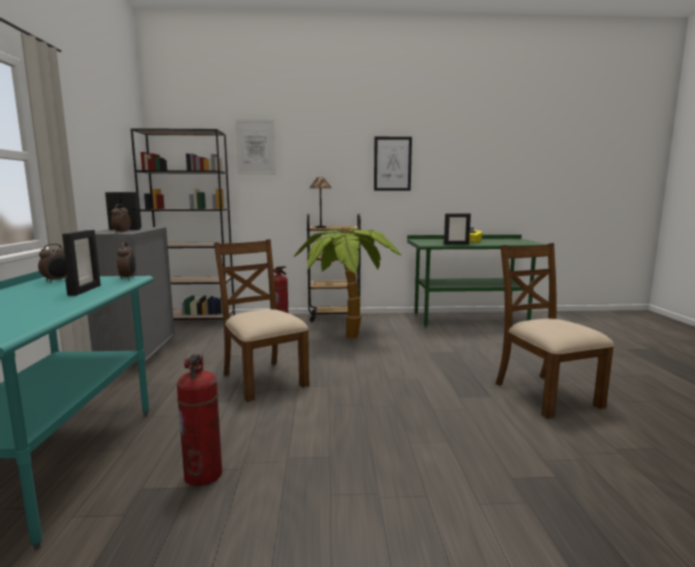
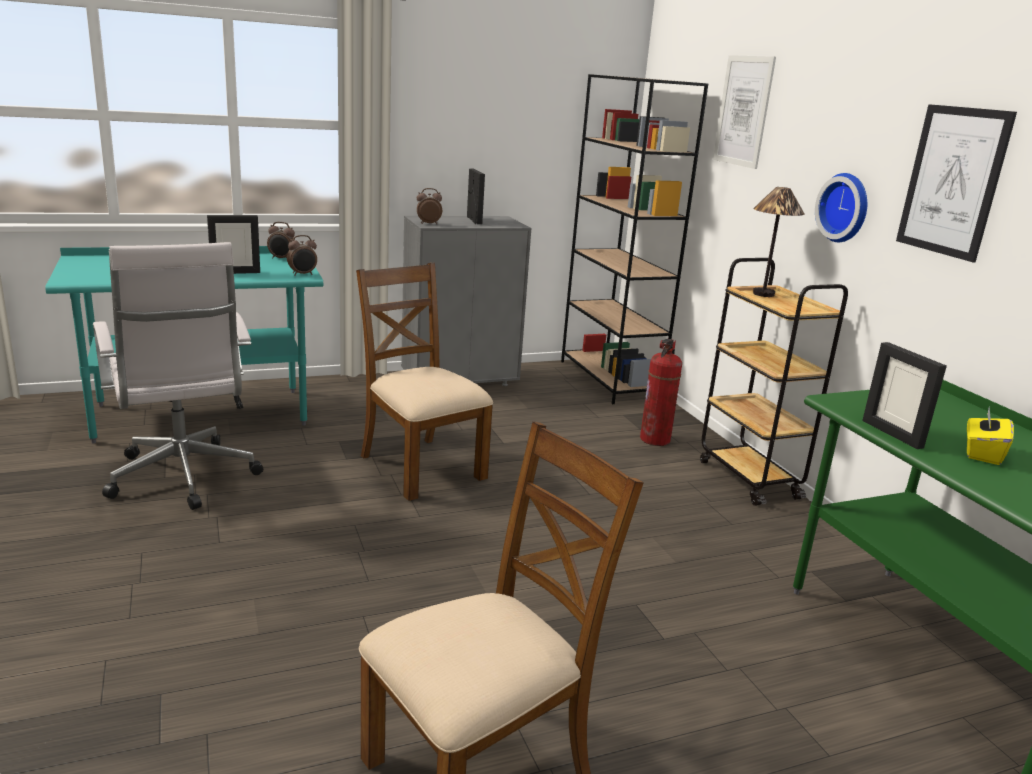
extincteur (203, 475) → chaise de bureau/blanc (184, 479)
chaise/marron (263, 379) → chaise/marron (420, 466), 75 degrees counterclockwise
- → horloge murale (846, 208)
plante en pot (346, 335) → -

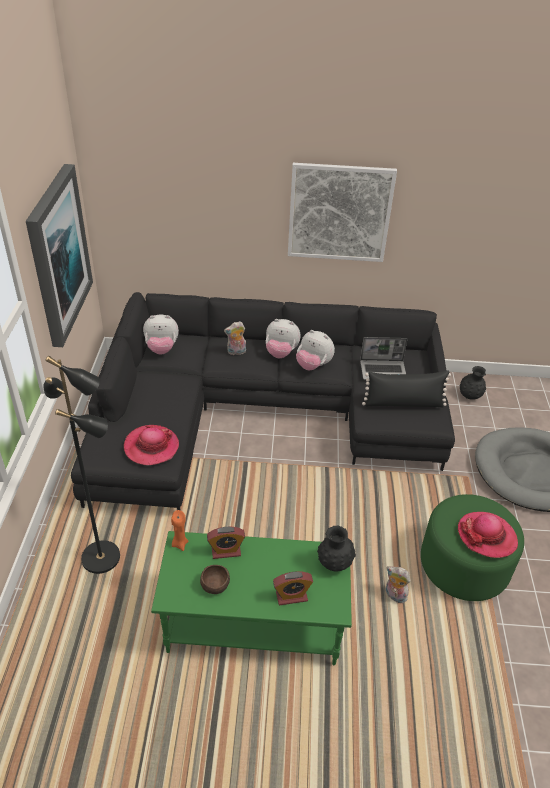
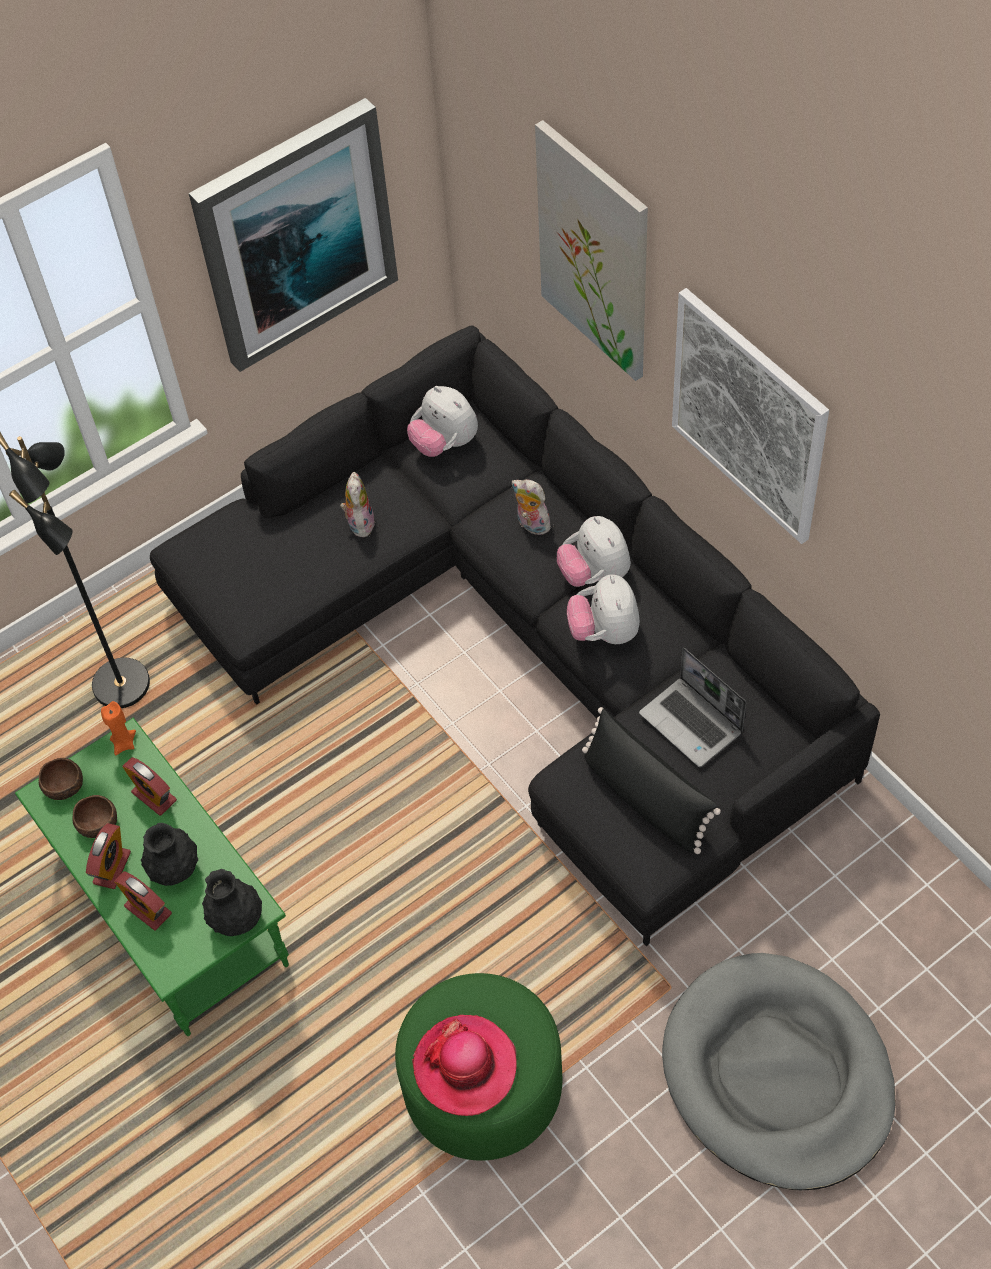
- → bol/marron (65, 786)
- → réveil (112, 868)
vase/noir (470, 396) → vase/noir (174, 869), move
peluche (394, 596) → peluche (359, 522), move
- → tableau (594, 252)
chapeau (151, 447) → -

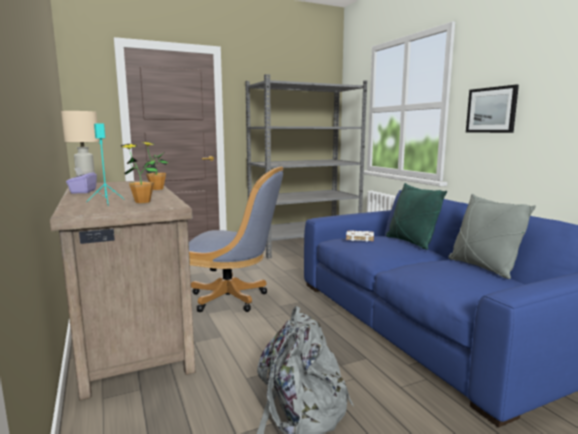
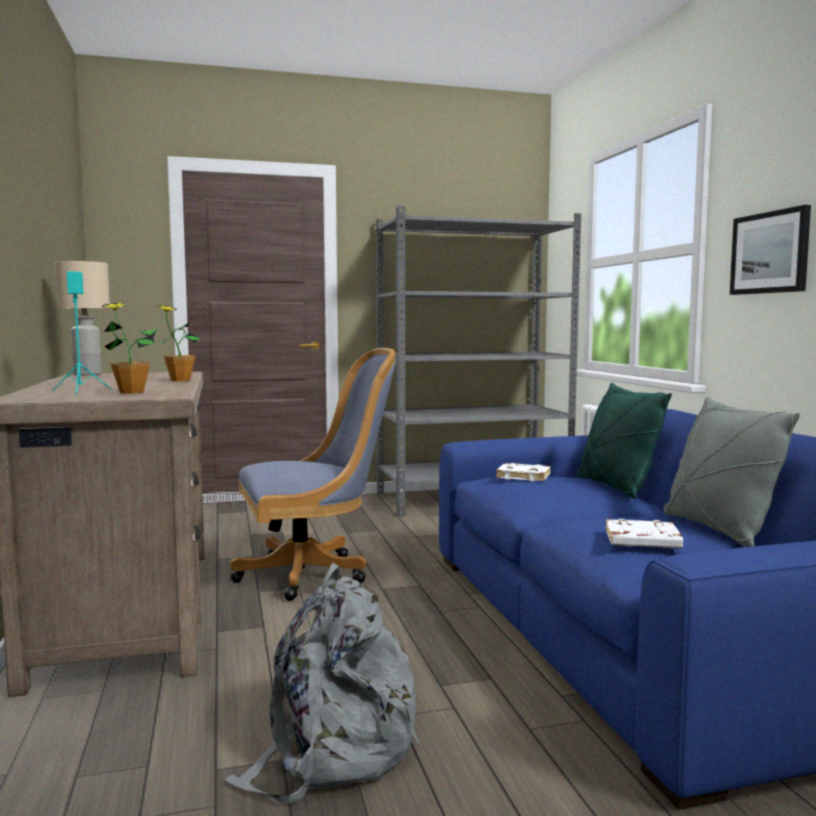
chaise de bureau/bleu (235, 299) → chaise de bureau/bleu (313, 574), 45 degrees counterclockwise
- → livre/blanc (641, 541)
boîte à mouchoirs/violet (83, 191) → -

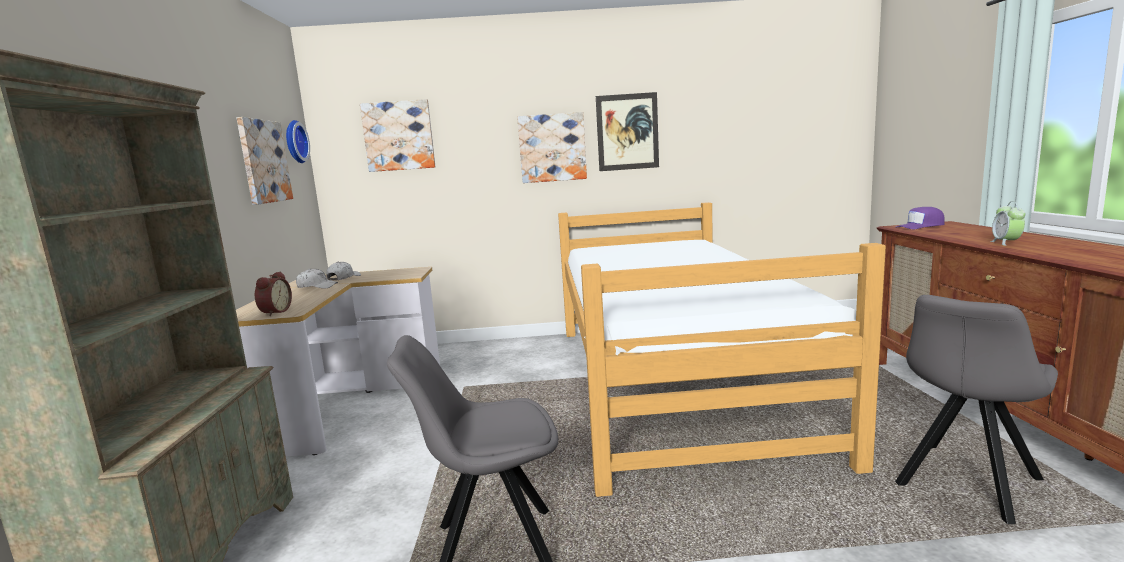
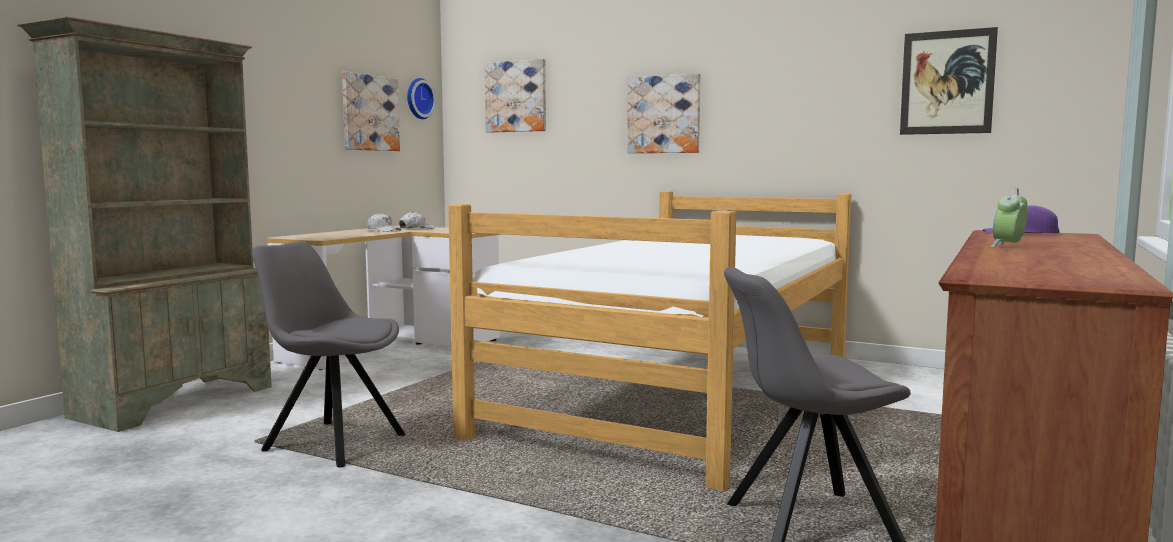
tableau (627, 132) → tableau (947, 82), move
réveil (274, 312) → -

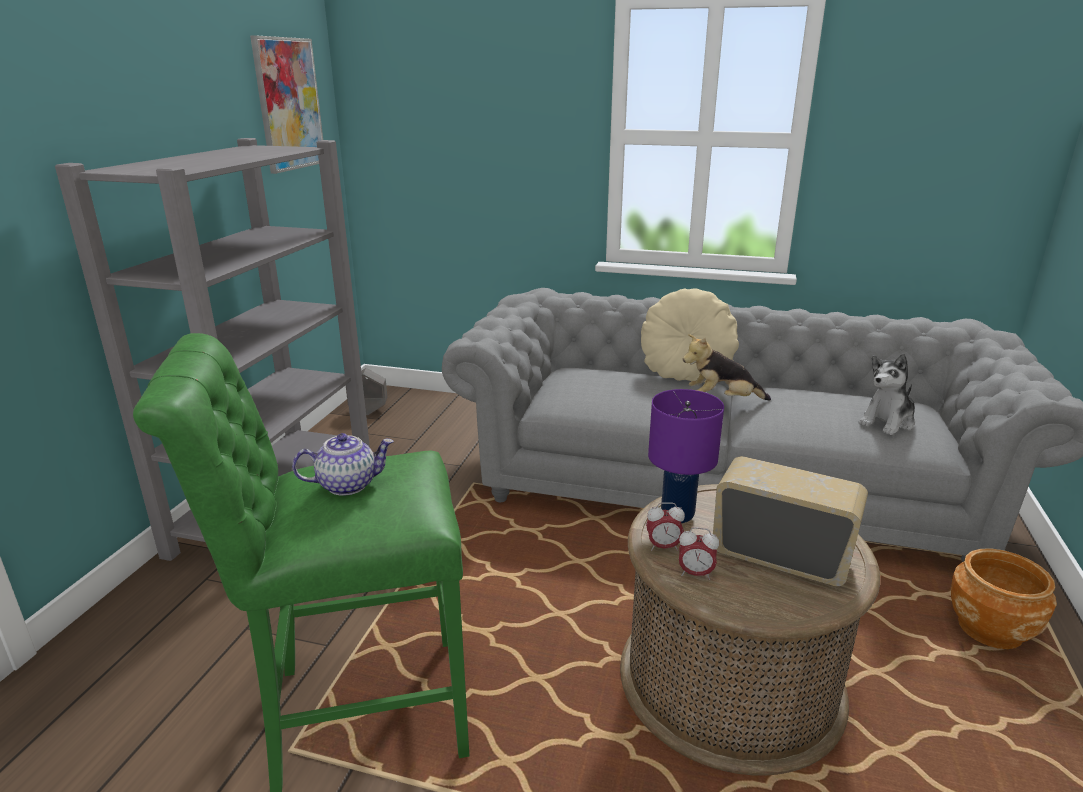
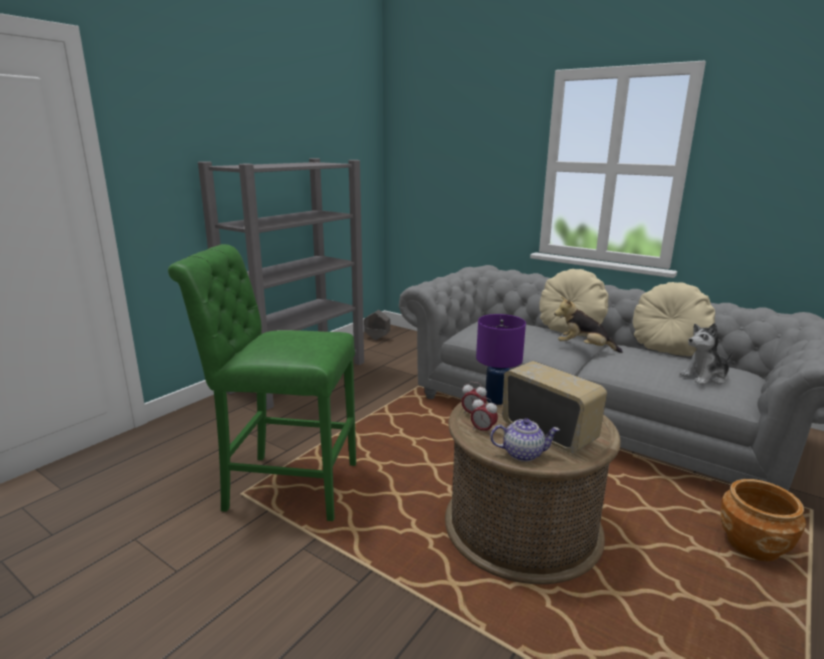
théière (348, 484) → théière (523, 453), move
- → coussin/beige (667, 350)
tableau (289, 104) → -

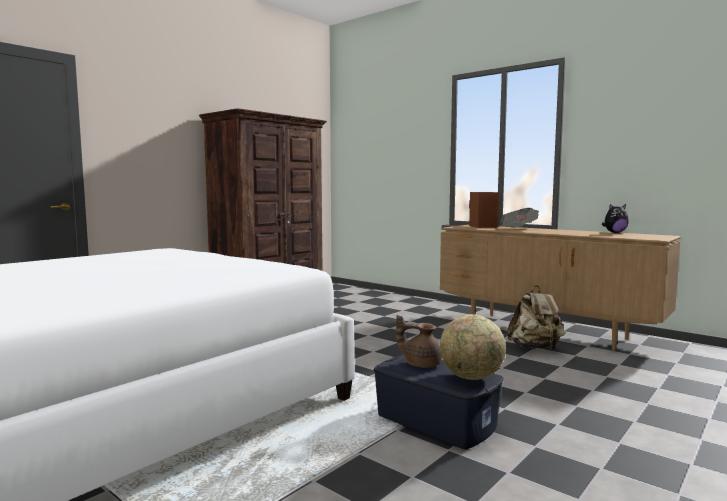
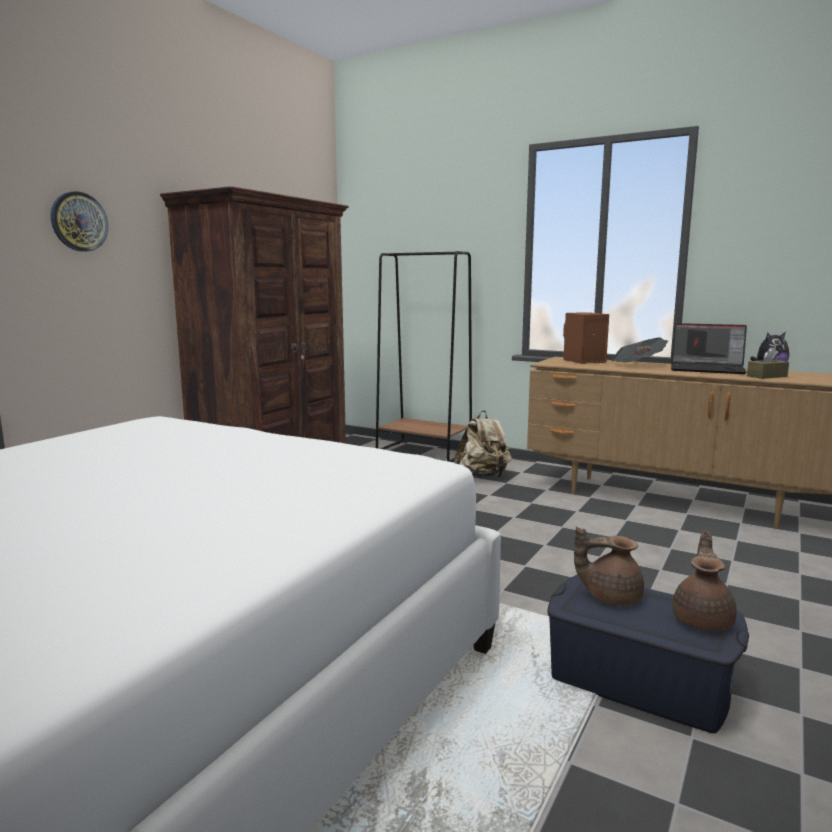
- → horloge murale (79, 222)
- → portant (424, 452)
sac à dos/beige (535, 348) → sac à dos/beige (483, 476), move
- → ordinateur portable (708, 369)
globe (472, 377) → théière/marron (703, 619)
- → boîte à mouchoirs/marron (767, 376)

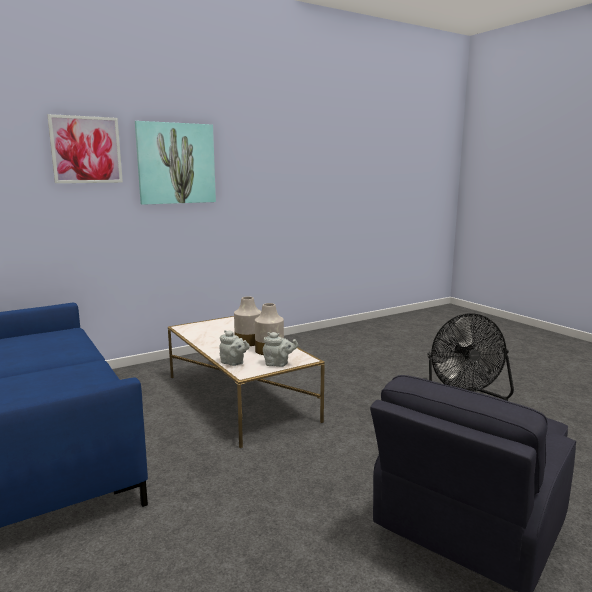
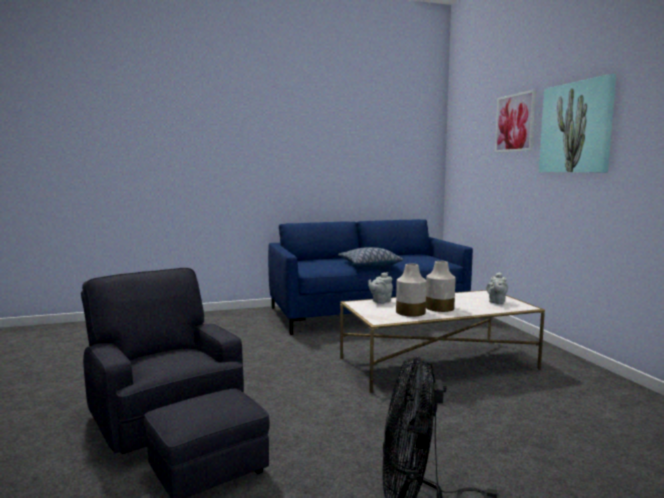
- → coussin (369, 265)
théière/gris (278, 364) → théière/gris (496, 302), move

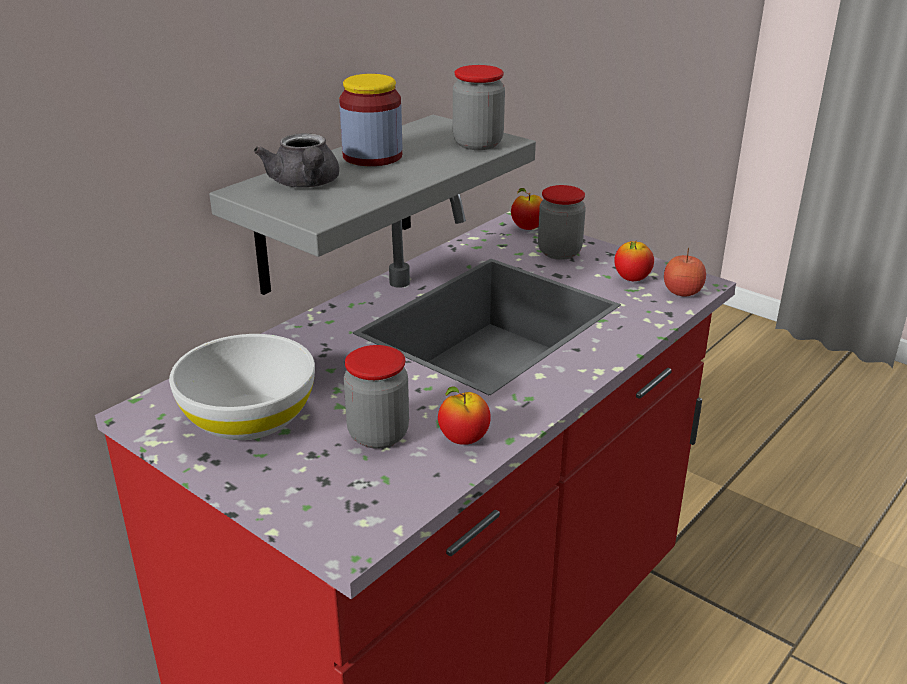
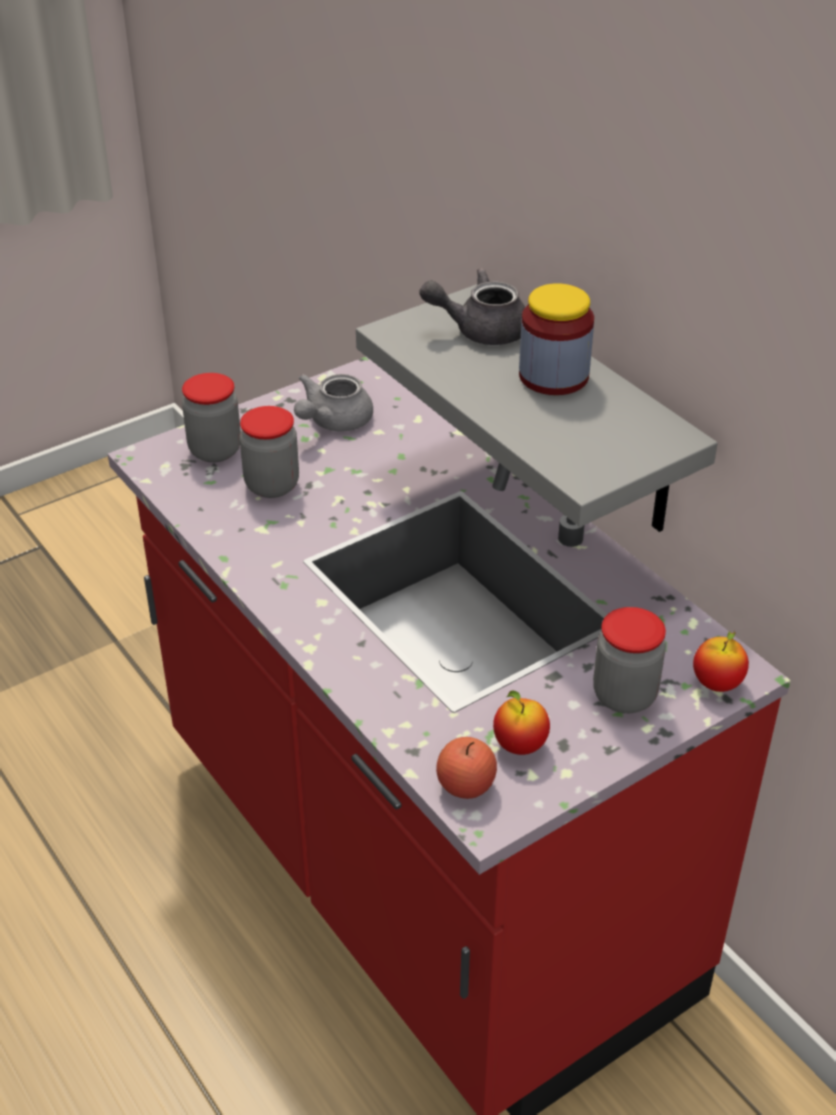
bocal (477, 144) → bocal (215, 450), move
bol/blanc (249, 418) → théière/gris (333, 422)
pomme (463, 439) → -

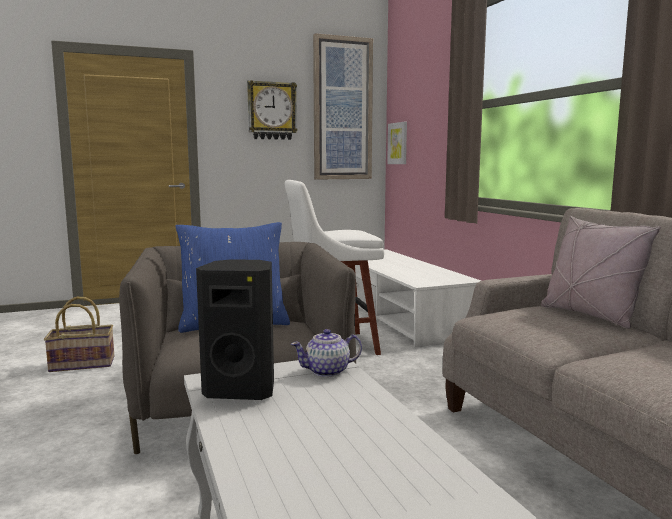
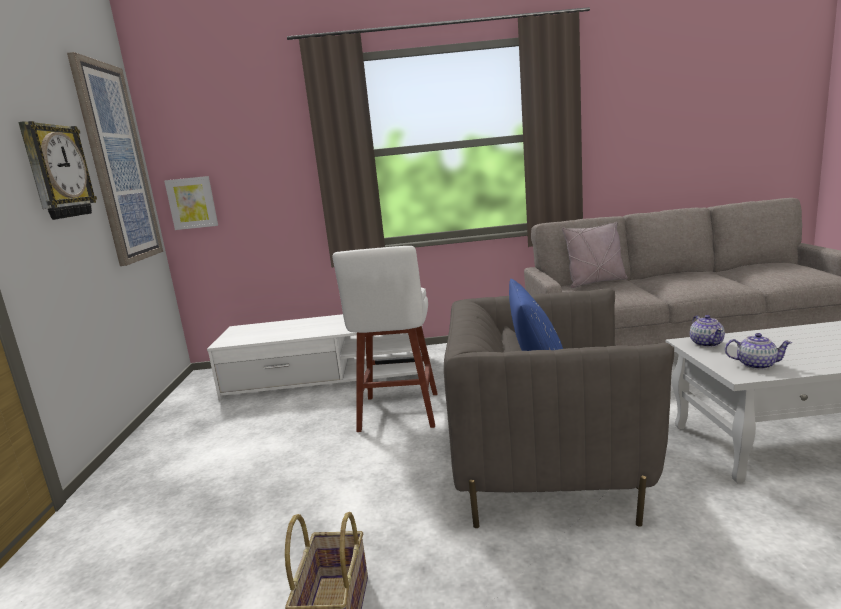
enceinte/noir (242, 390) → théière (755, 365)

